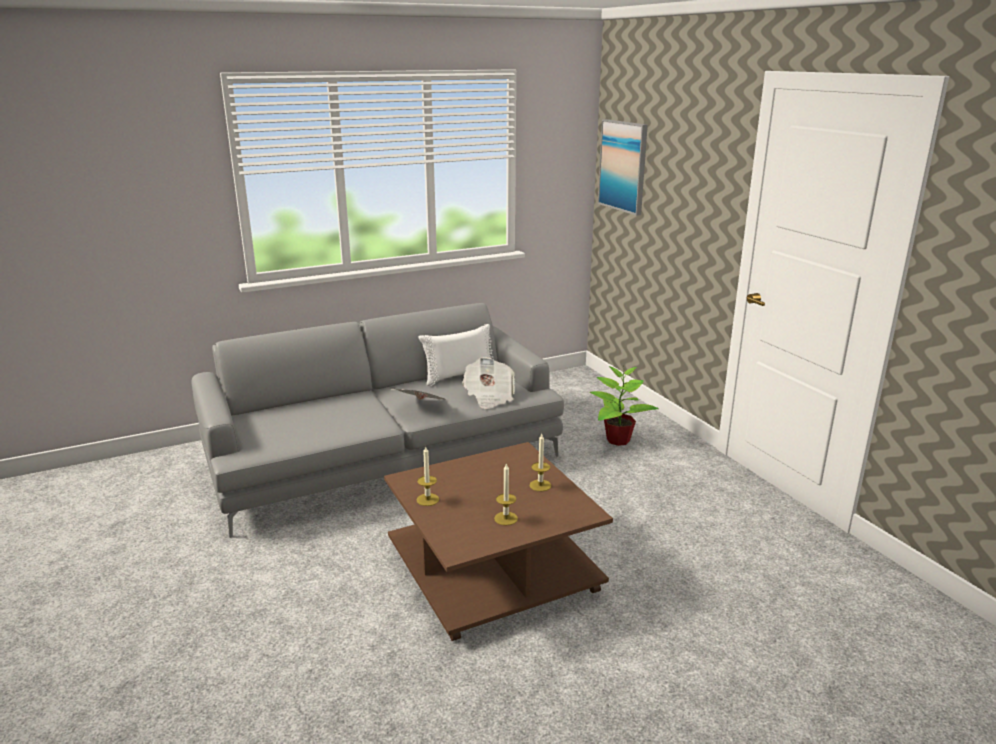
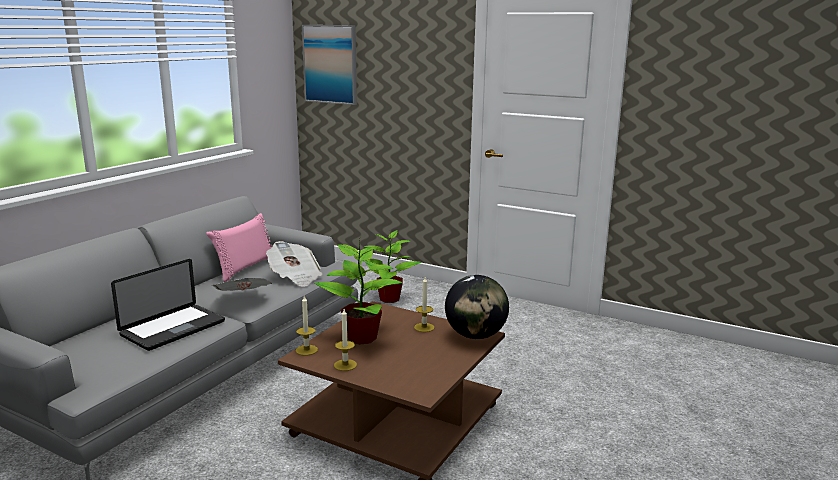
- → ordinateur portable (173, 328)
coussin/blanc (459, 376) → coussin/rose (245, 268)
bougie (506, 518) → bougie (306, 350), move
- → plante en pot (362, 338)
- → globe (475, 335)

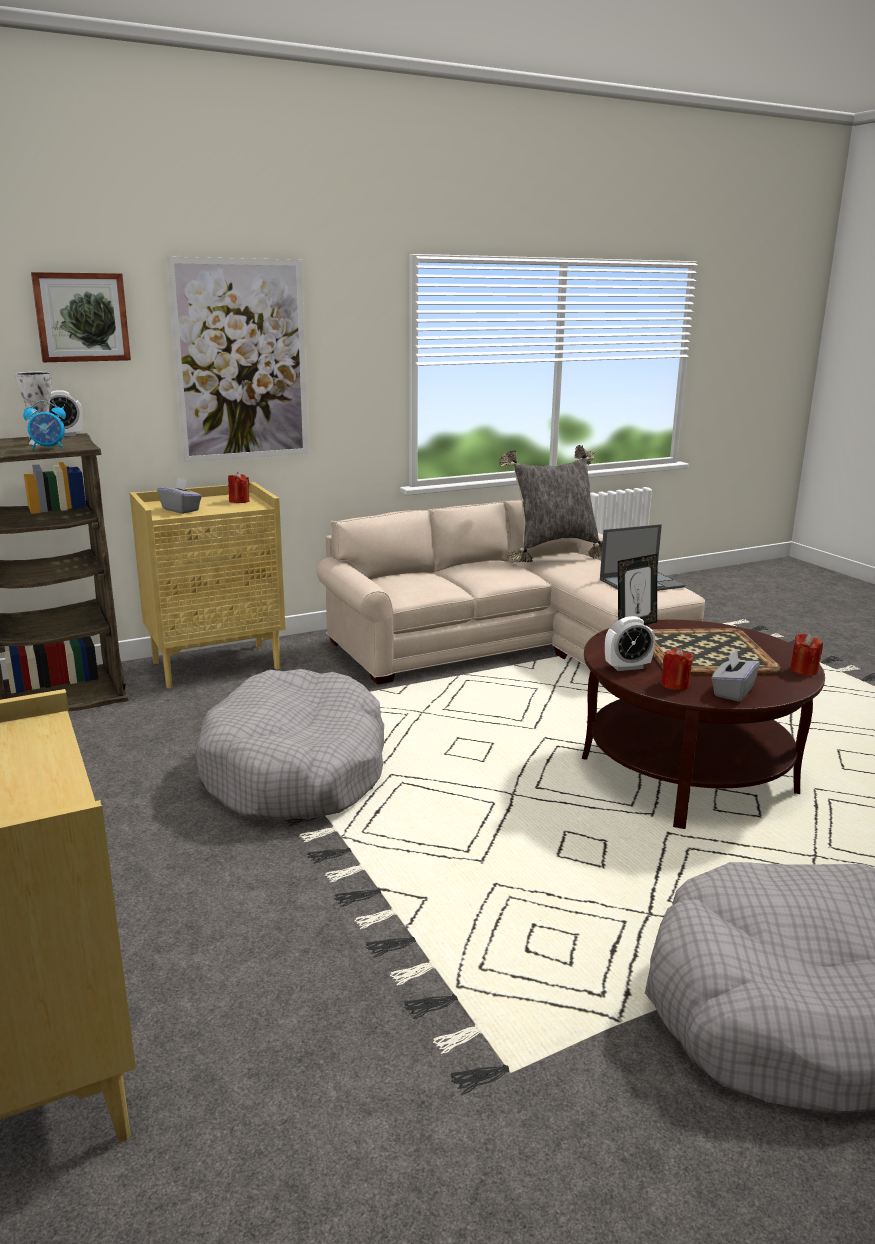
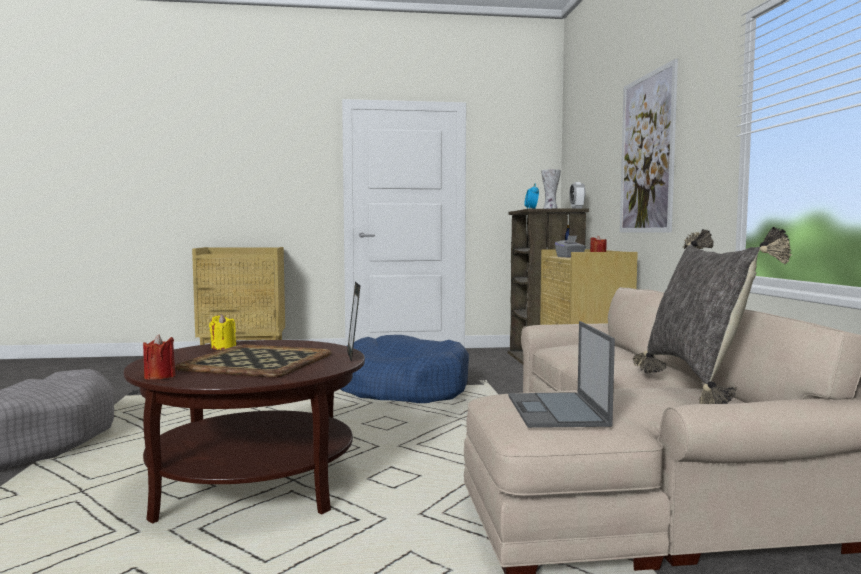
bougie/rouge (675, 685) → bougie/jaune (223, 347)
panier pour chien/gris (296, 770) → panier pour chien/bleu (402, 388)
tableau (81, 317) → -
réveil (627, 667) → -
boîte à mouchoirs/gris (732, 692) → -

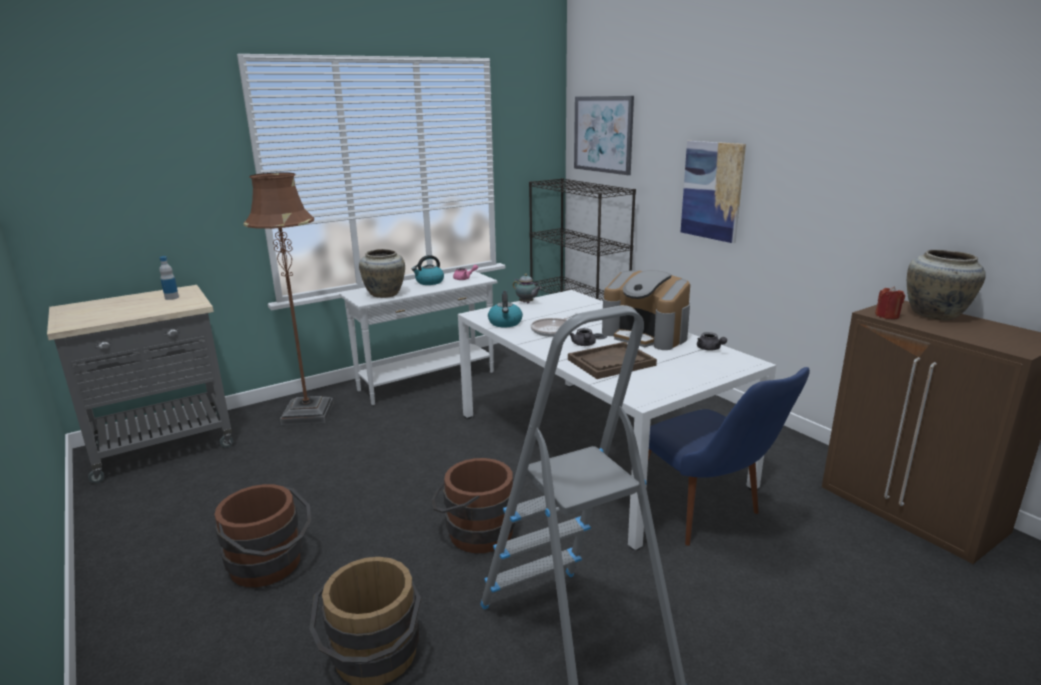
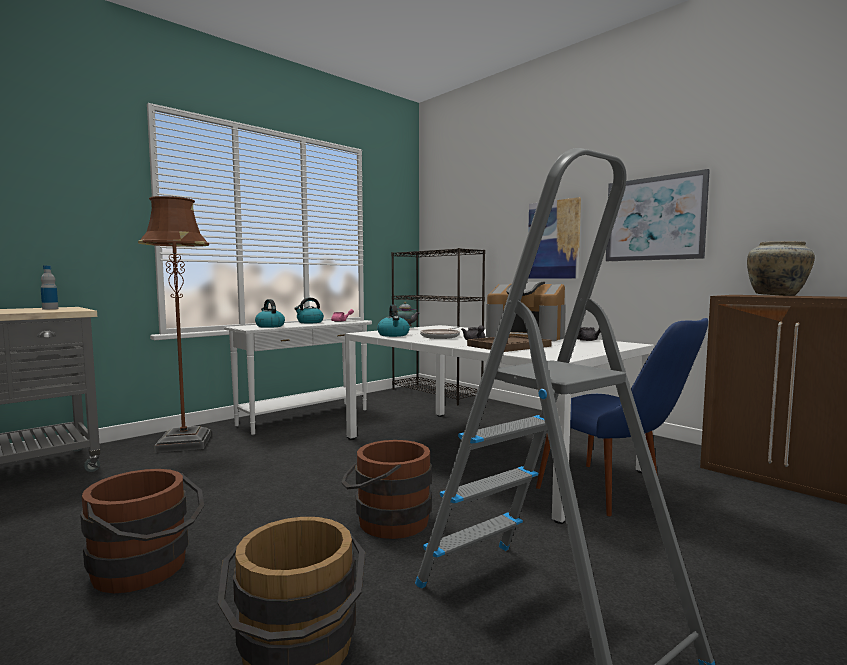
vase/beige (384, 294) → bouilloire (269, 326)
tableau (603, 134) → tableau (654, 219), move
bougie/rouge (887, 316) → -

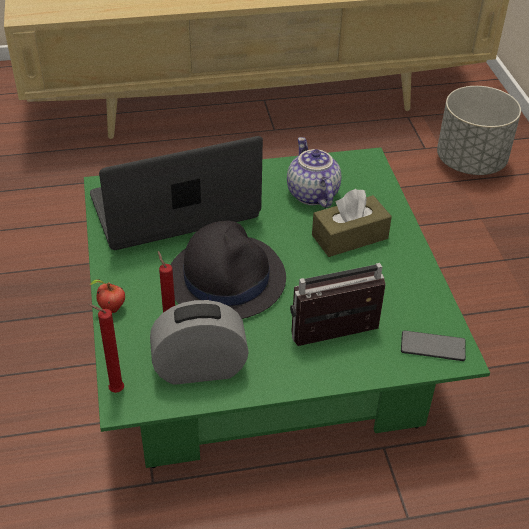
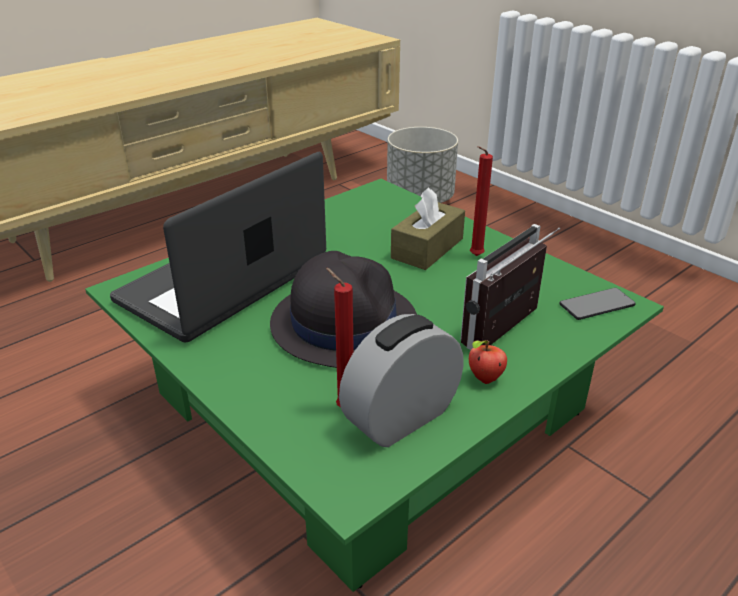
pomme (110, 309) → pomme (485, 379), move
bougie/rouge (114, 390) → bougie/rouge (474, 256), move
théière (311, 194) → -

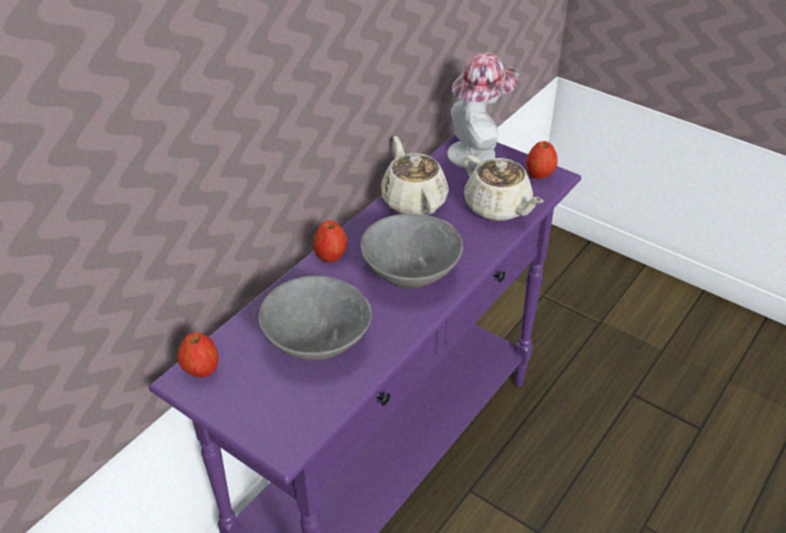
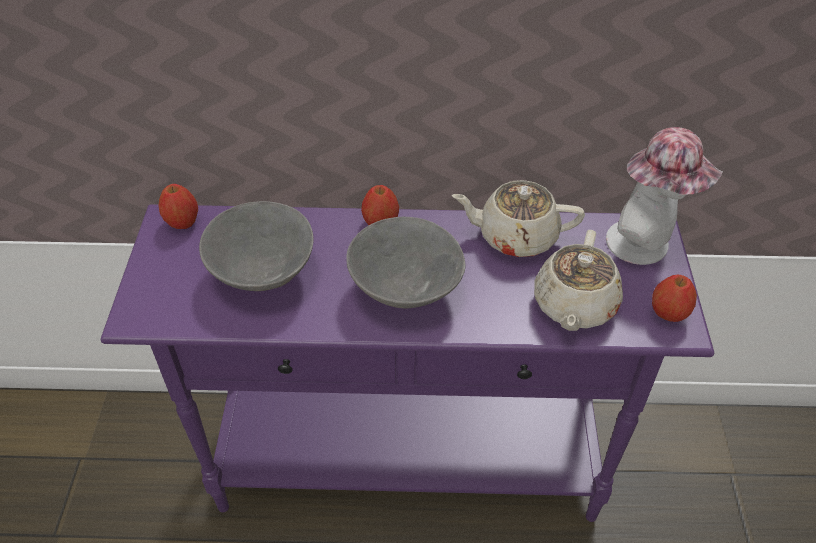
théière/beige (413, 200) → théière/beige (515, 236), 120 degrees counterclockwise

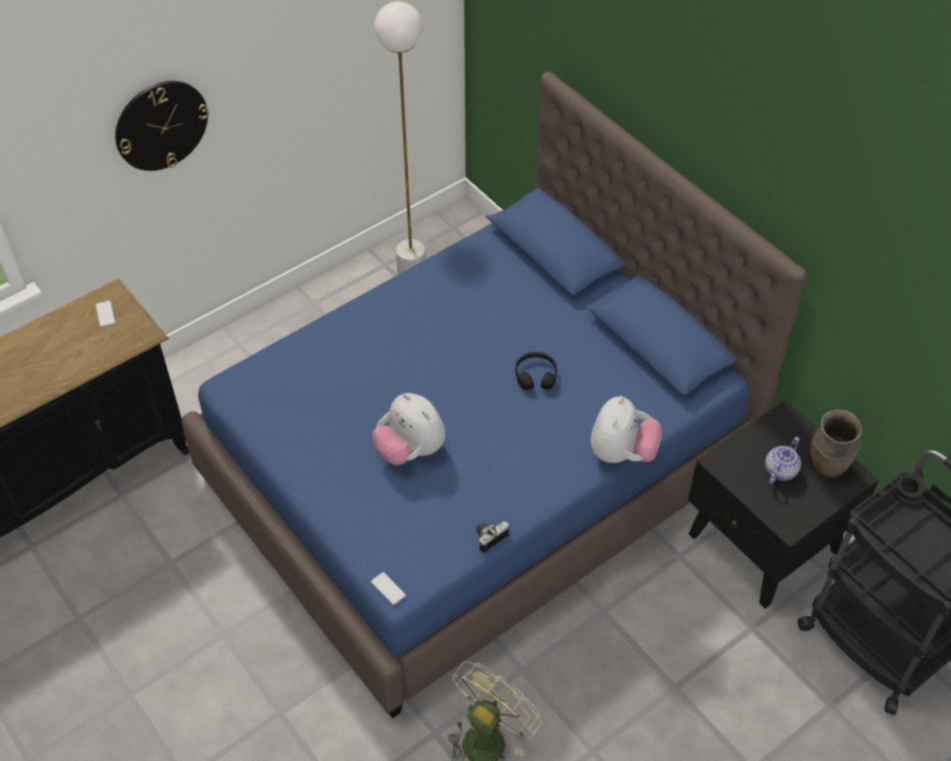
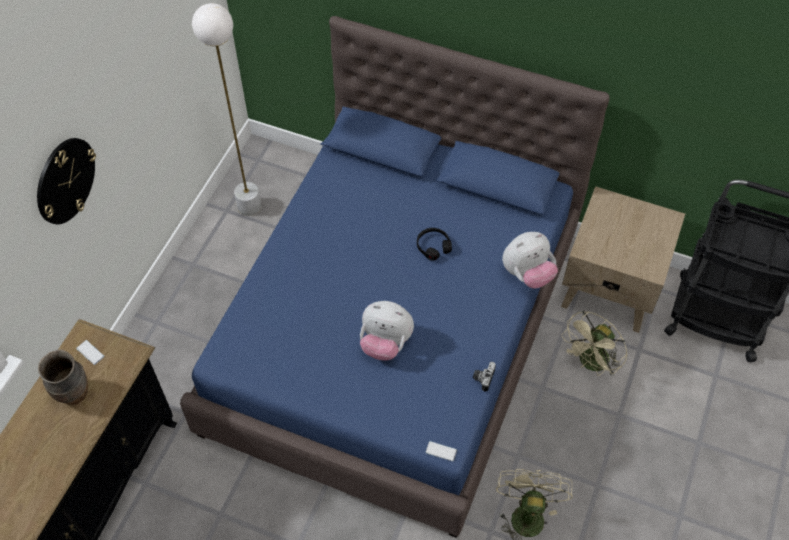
vase/marron (827, 466) → vase/marron (73, 393), move
peluche (622, 453) → peluche (527, 274), 75 degrees clockwise
table de chevet/noir (765, 543) → table de chevet/beige (611, 288)
- → ventilateur/beige (591, 364)
théière (780, 470) → -

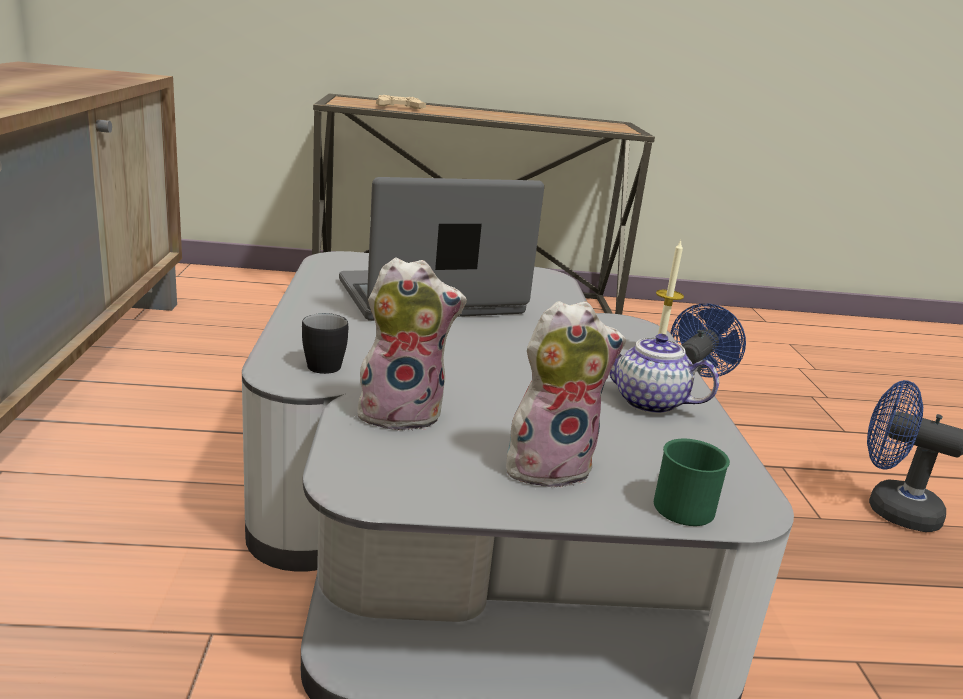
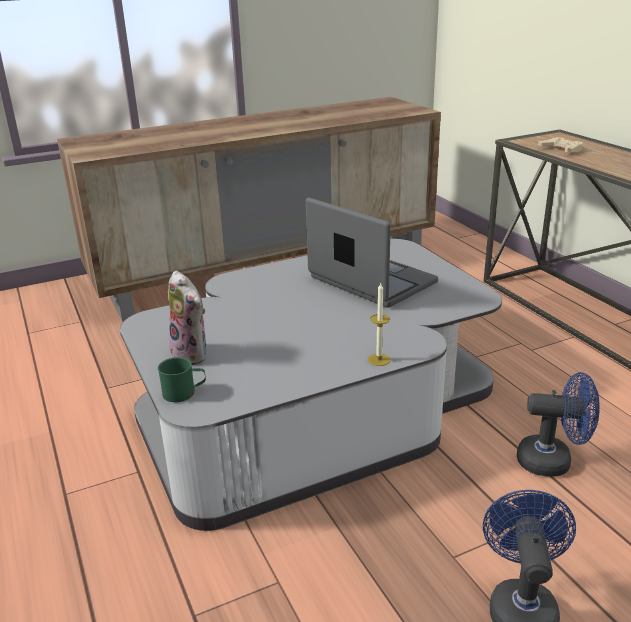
mug/noir (325, 363) → -
peluche (402, 413) → -
théière (647, 402) → -

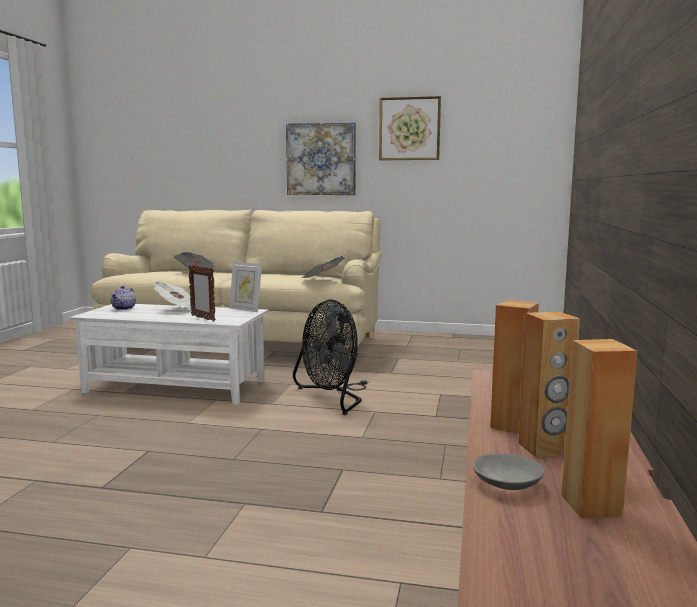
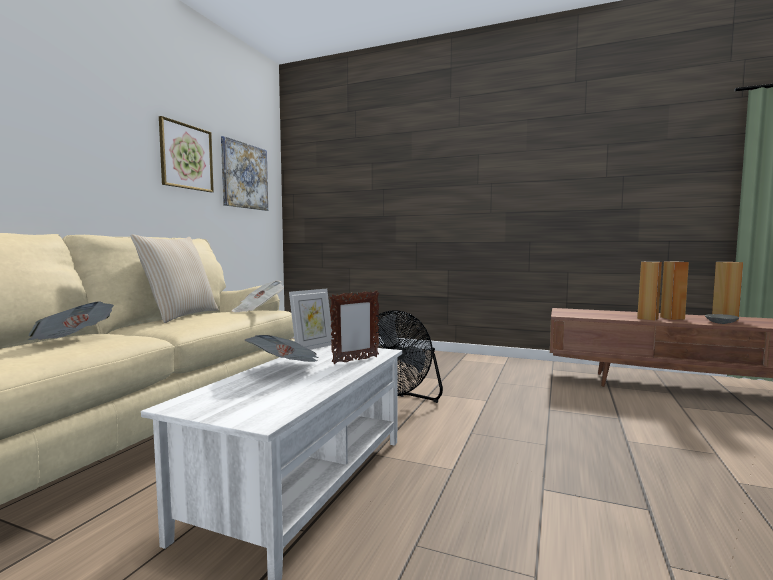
- → coussin/beige (180, 316)
tableau (321, 159) → tableau (244, 176), move
théière (124, 308) → -

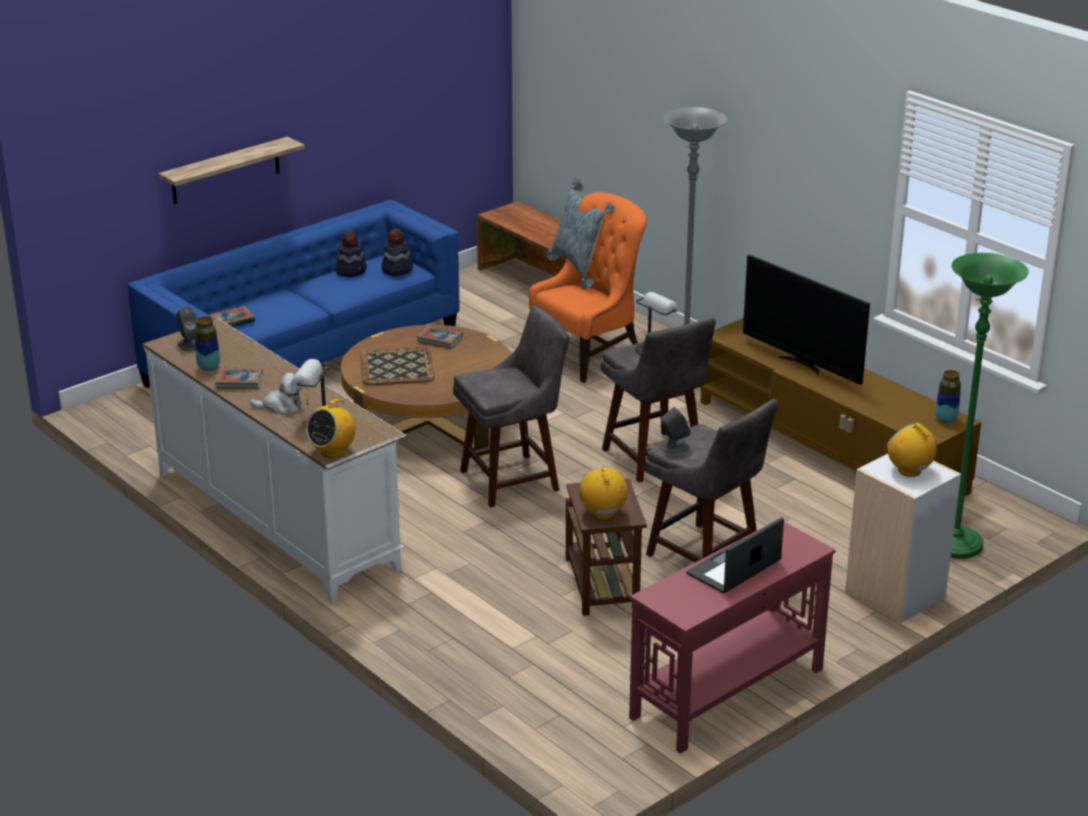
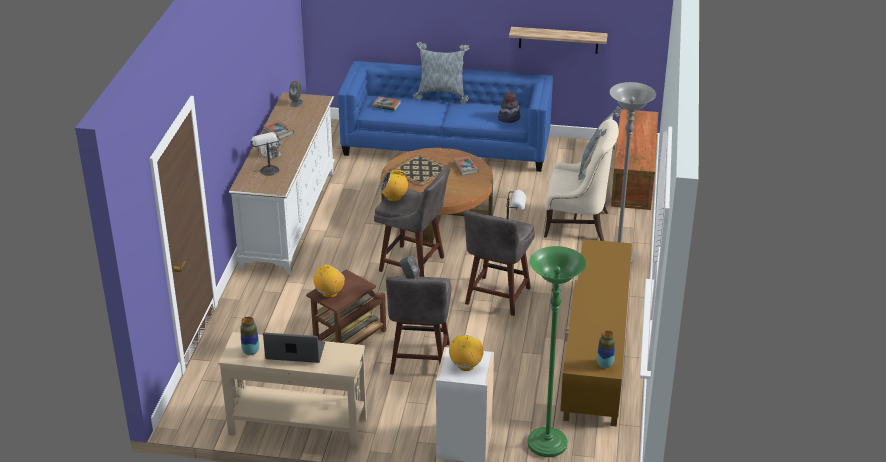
table console/rouge (726, 693) → table console/beige (297, 426)
vase (209, 368) → vase (251, 352), move
radio (332, 451) → radio (394, 198), move
- → coussin (441, 97)
étagère (225, 171) → étagère (558, 40), move
fauteuil/orange (589, 354) → fauteuil/beige (577, 224)
chapeau (351, 270) → -
téléviseur (802, 364) → -

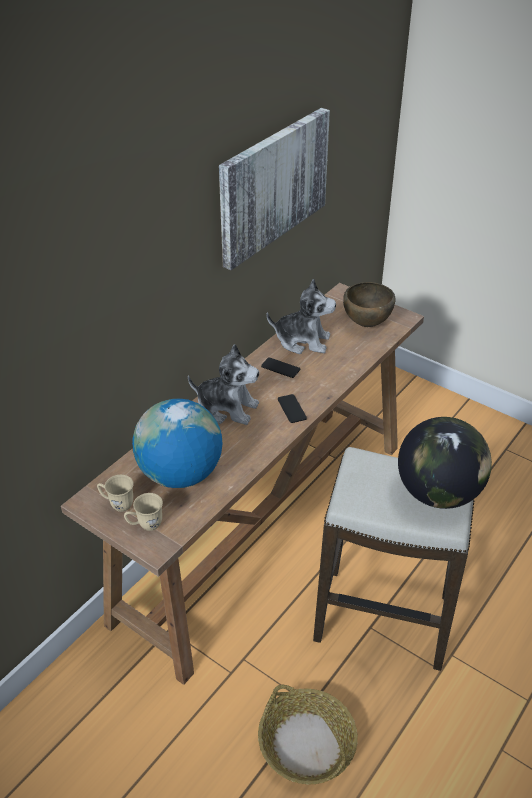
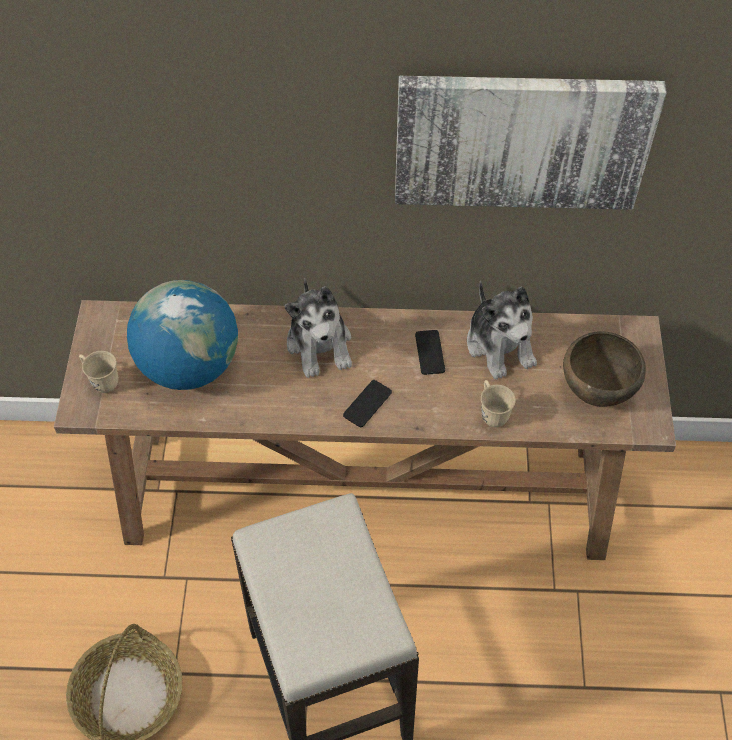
mug/beige (117, 504) → mug/beige (492, 413), move
globe (438, 493) → -

